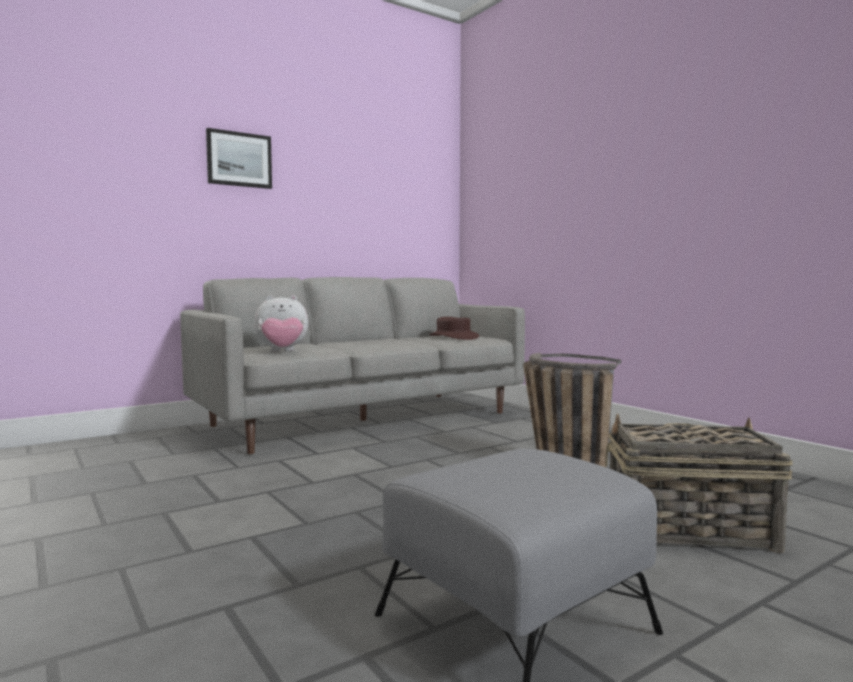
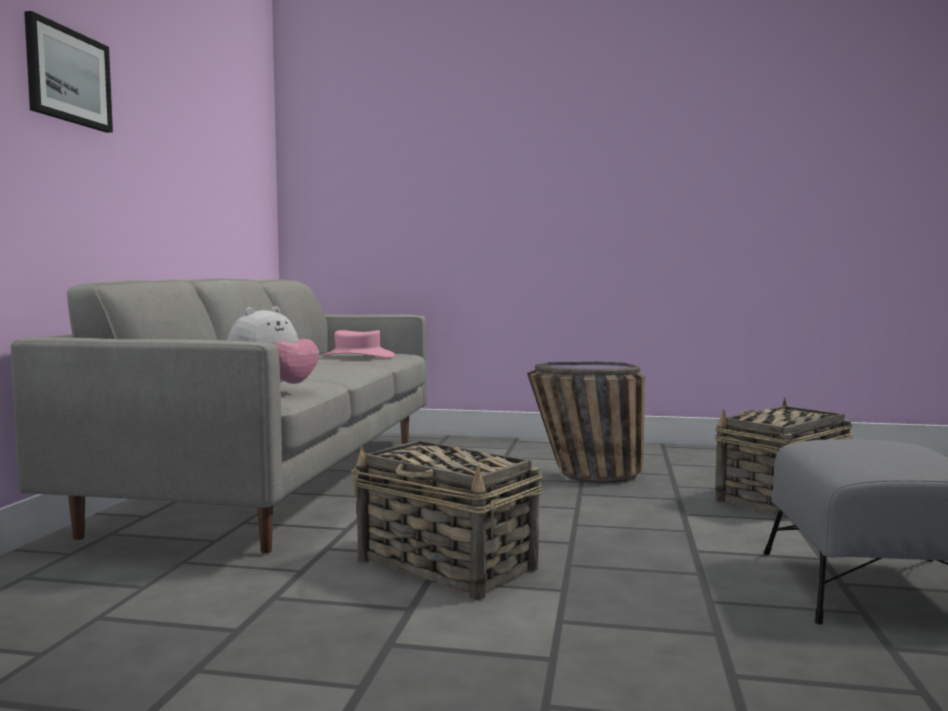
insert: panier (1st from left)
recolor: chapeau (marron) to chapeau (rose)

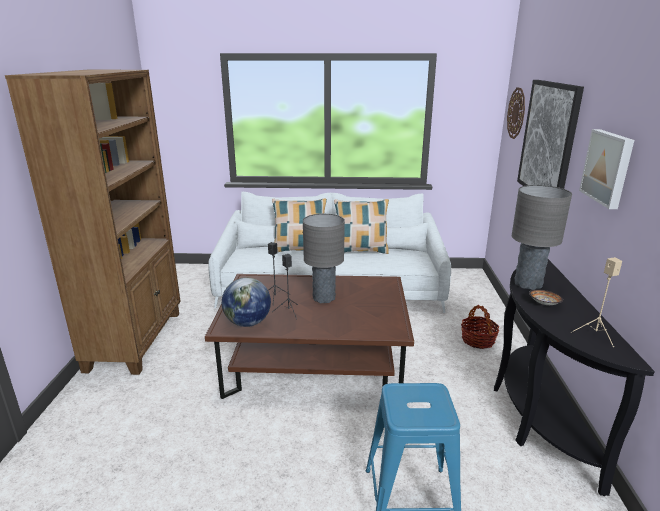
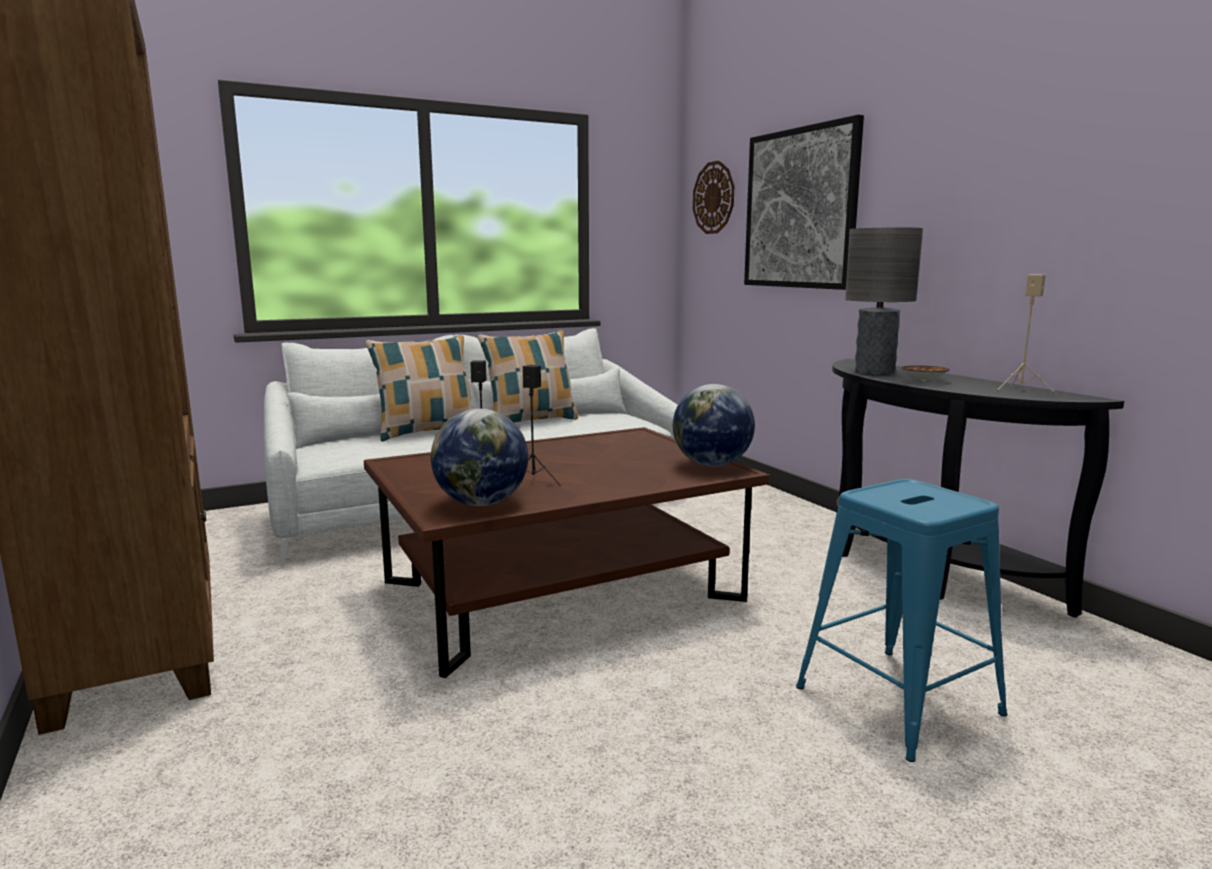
delete: tableau (2nd from left); lampe de table (gris) (1st from left); panier
insert: globe (2nd from left)

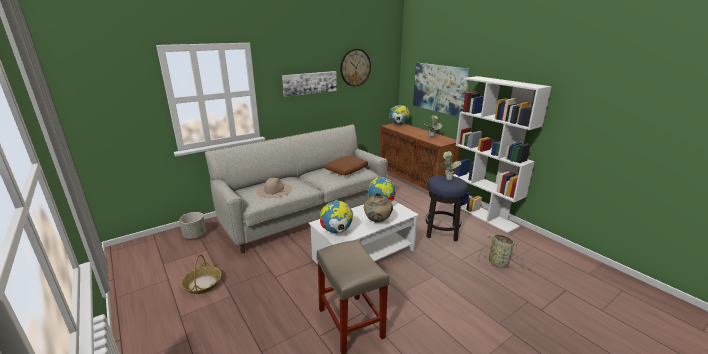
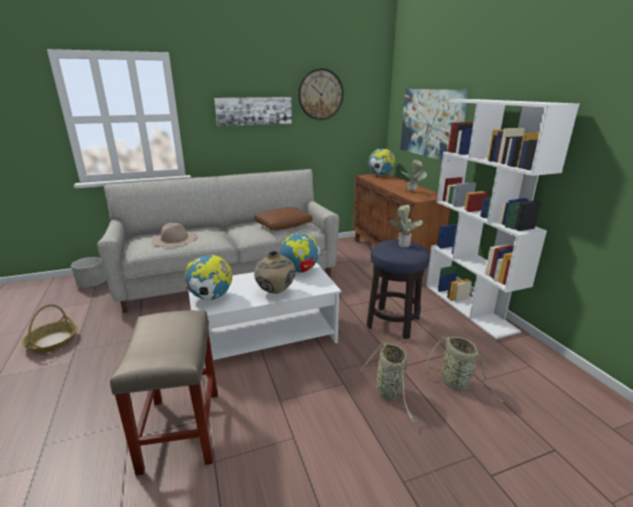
insert: panier (2nd from left)

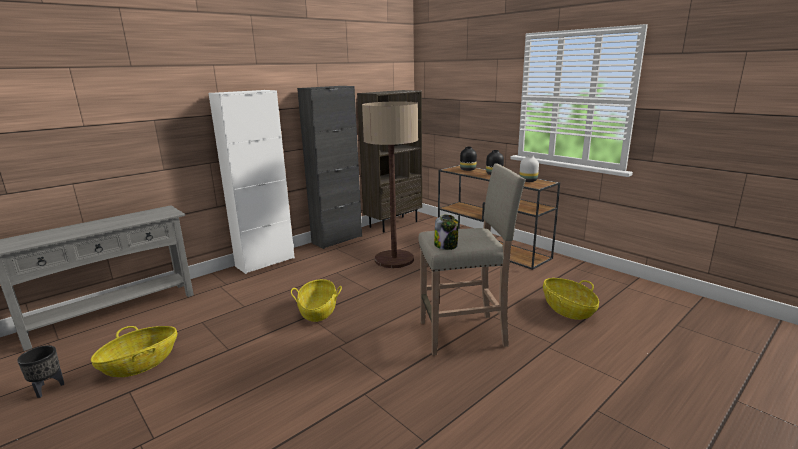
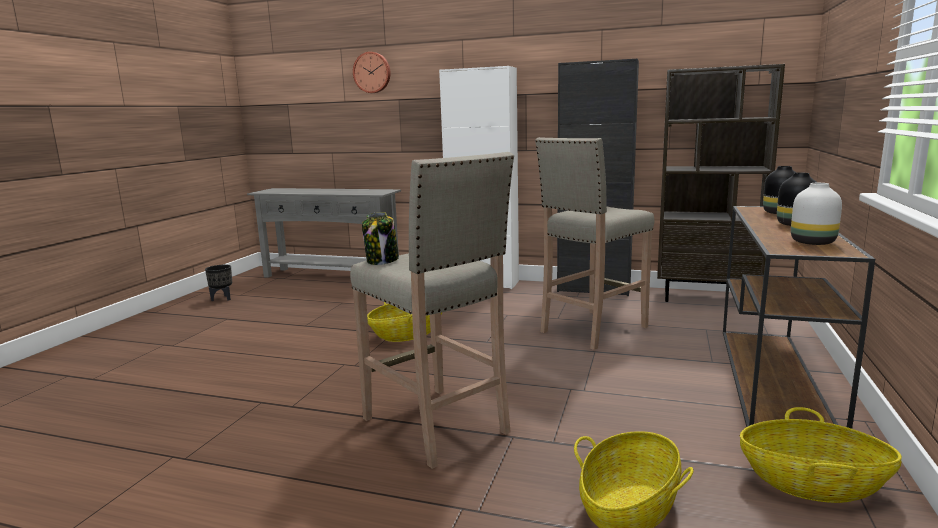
insert: horloge murale
move: panier (1st from left in the first image) to panier (3rd from left)
replace: lampadaire to tabouret (beige) (2nd from left)

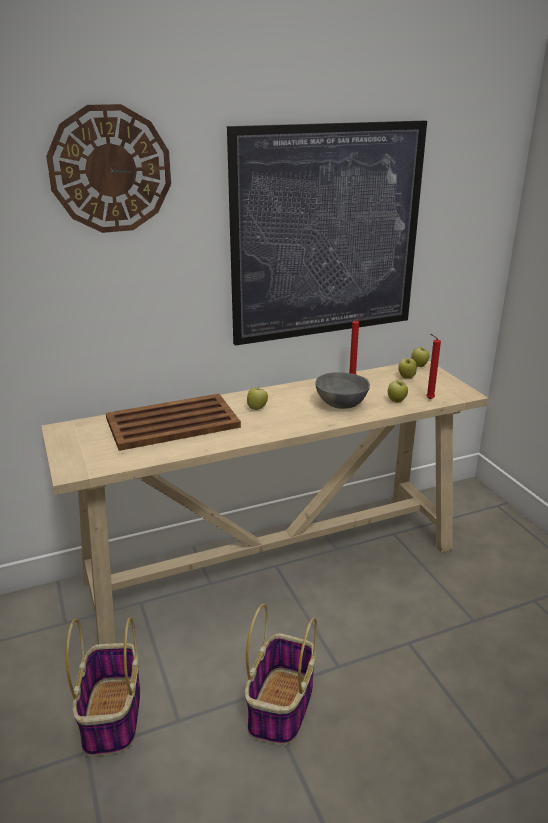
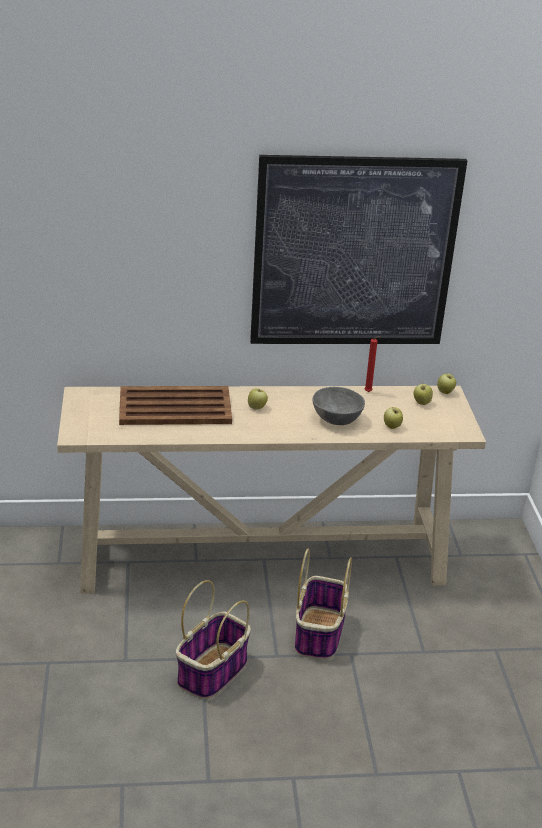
delete: horloge murale; bougie (rouge) (2nd from left)
move: panier (1st from left in the first image) to panier (2nd from left)

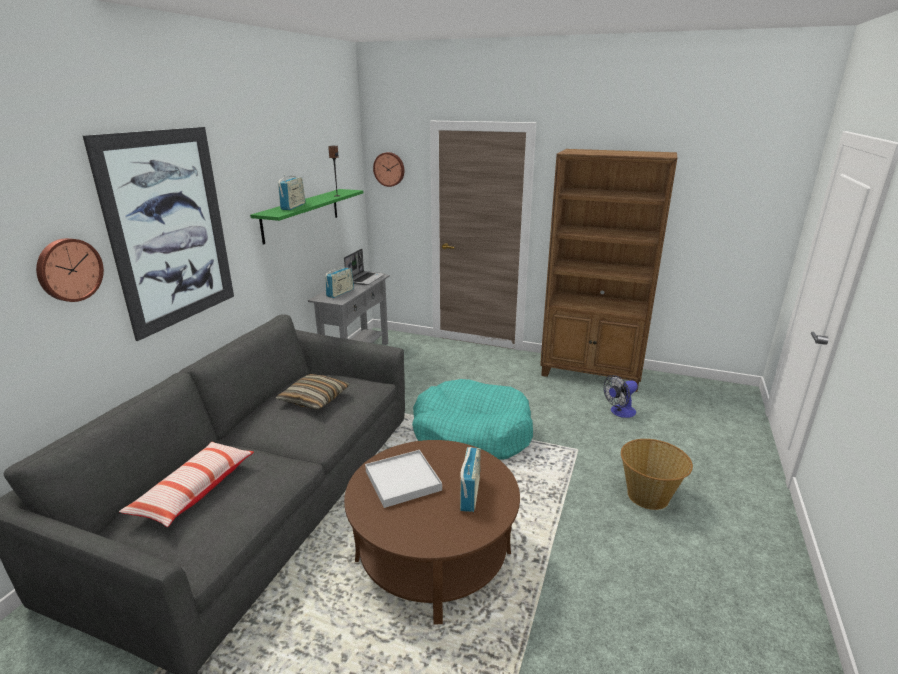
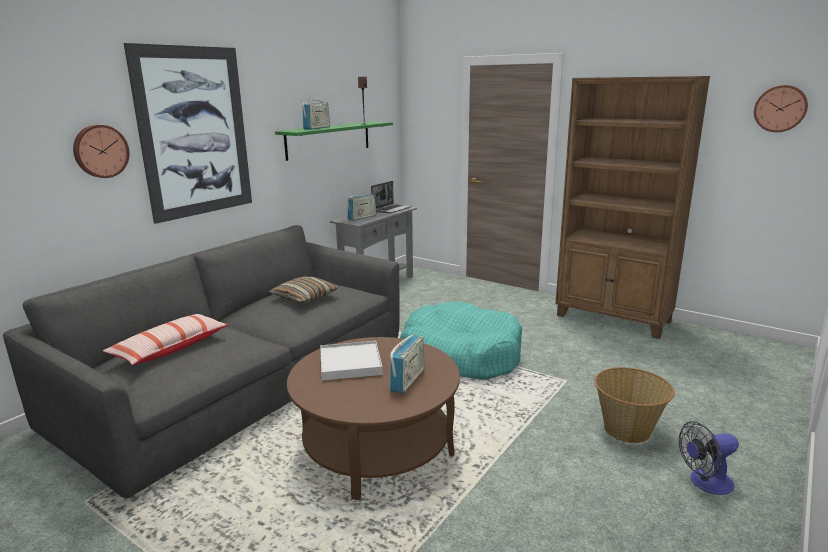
move: horloge murale (2nd from left); ventilateur

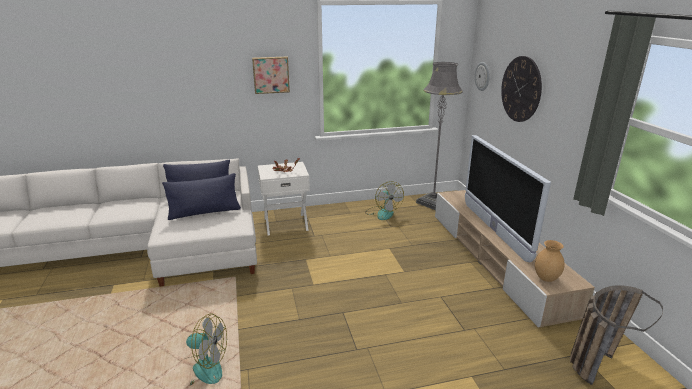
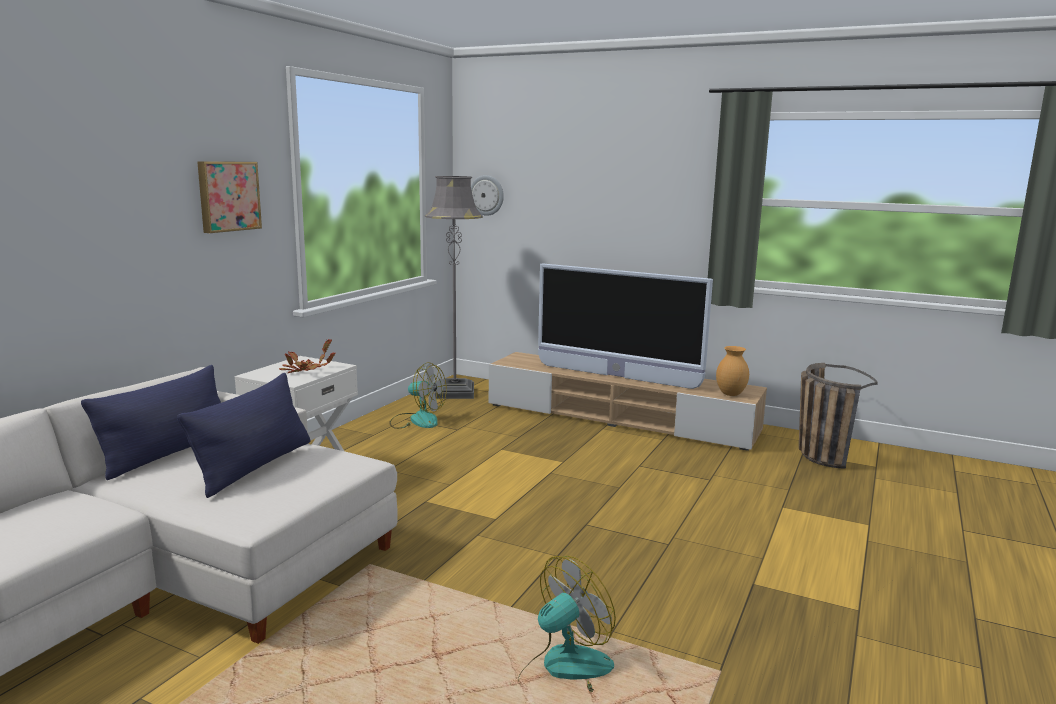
delete: horloge murale (2nd from left)

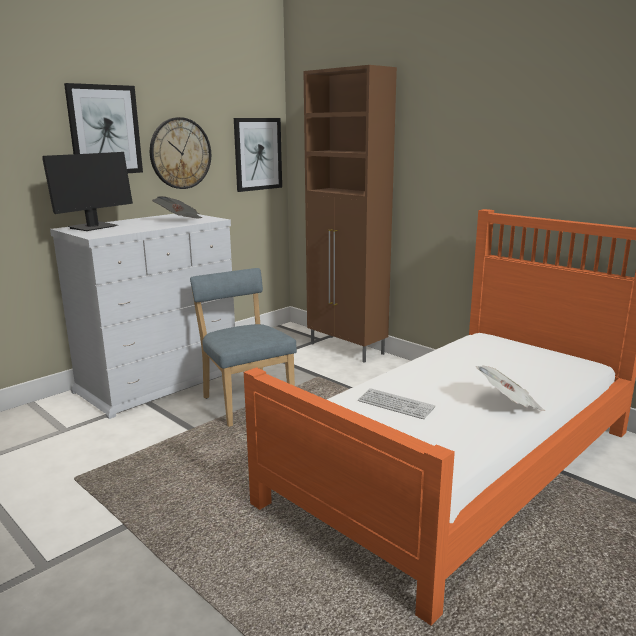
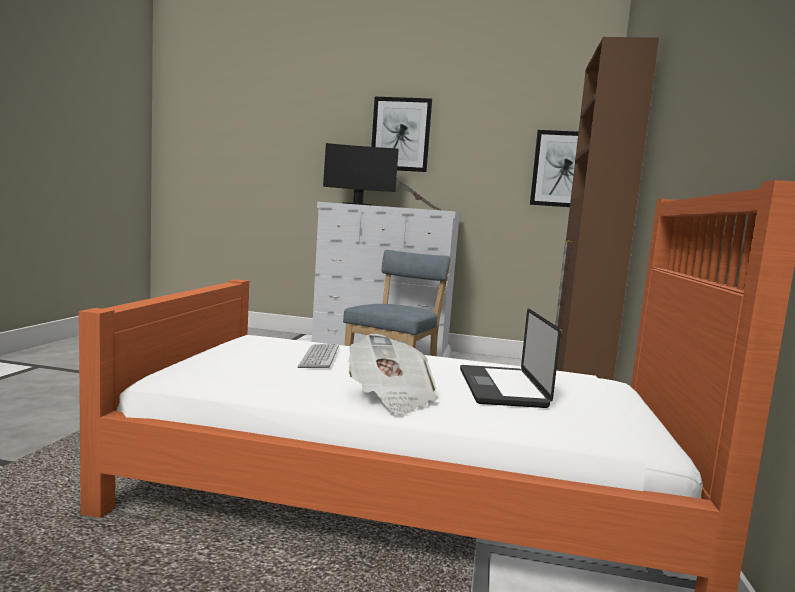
delete: horloge murale
insert: ordinateur portable

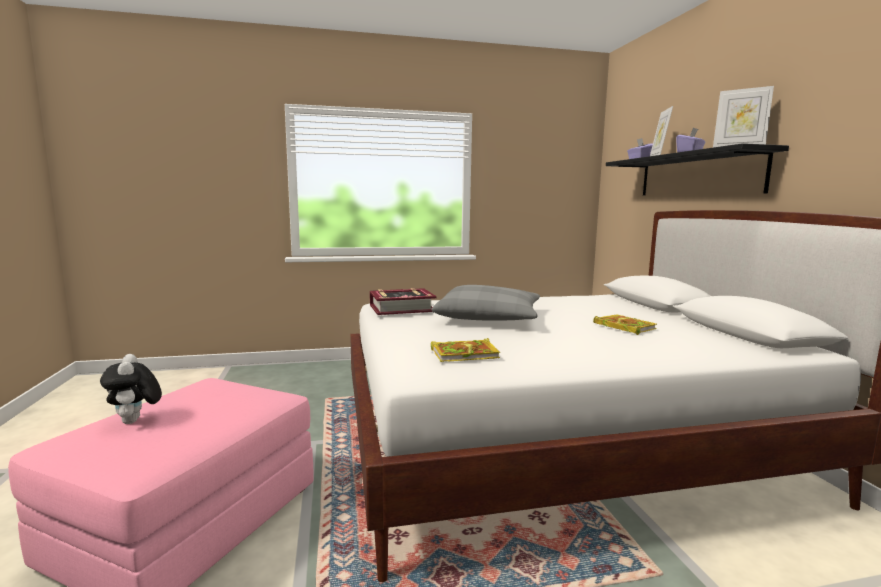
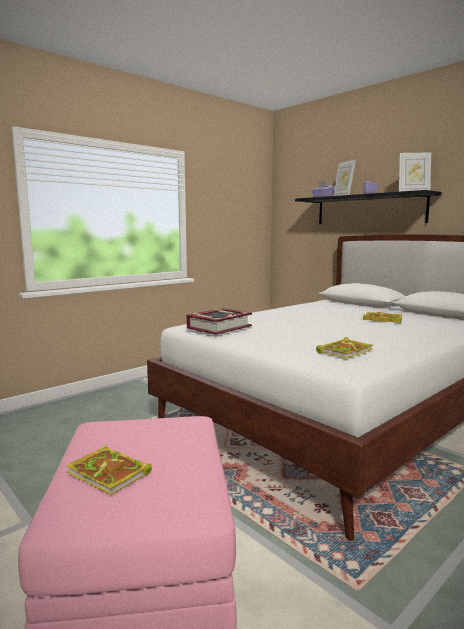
delete: coussin (gris)
replace: peluche to livre (1st from left)

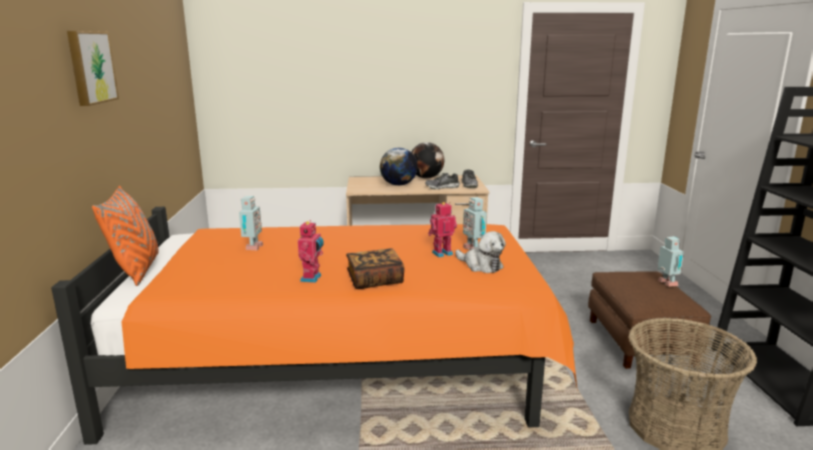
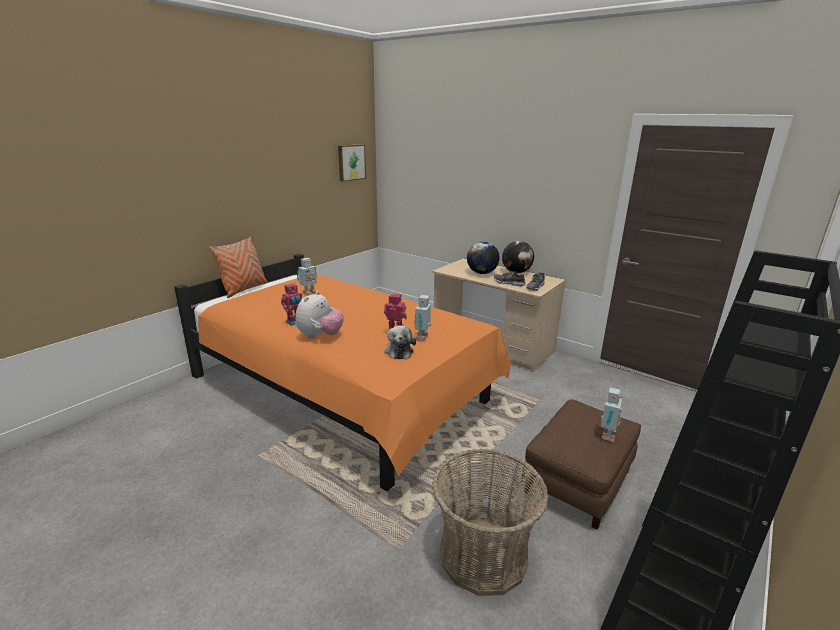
move: tableau
replace: livre to peluche (1st from left)

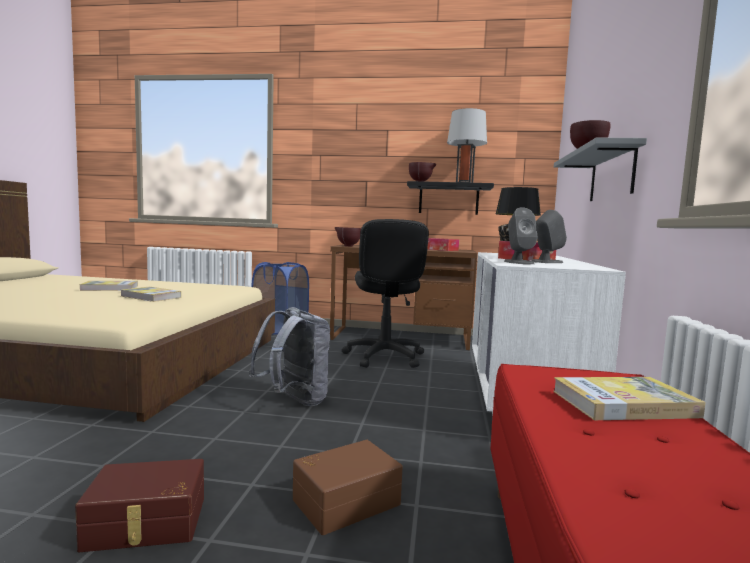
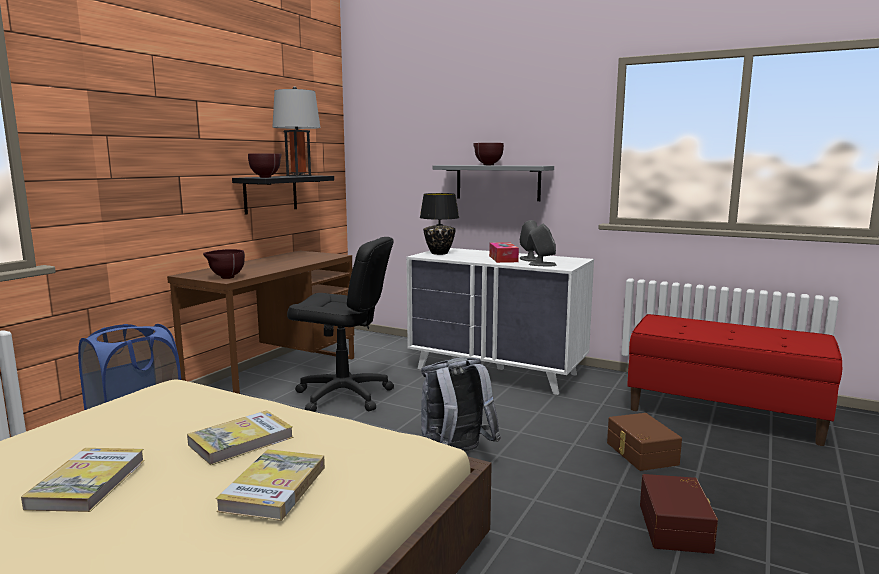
delete: boîte à mouchoirs (1st from left)
move: livre (3rd from left)

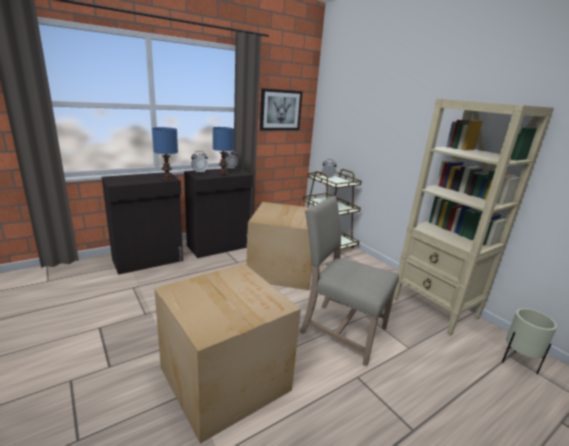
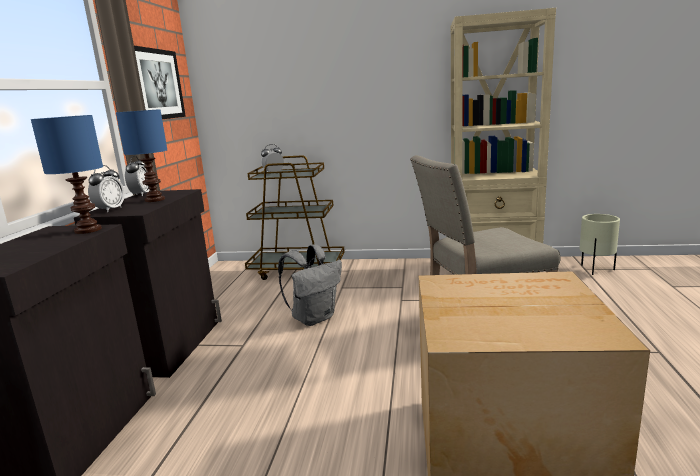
replace: carton (2nd from left) to sac à dos (gris)

